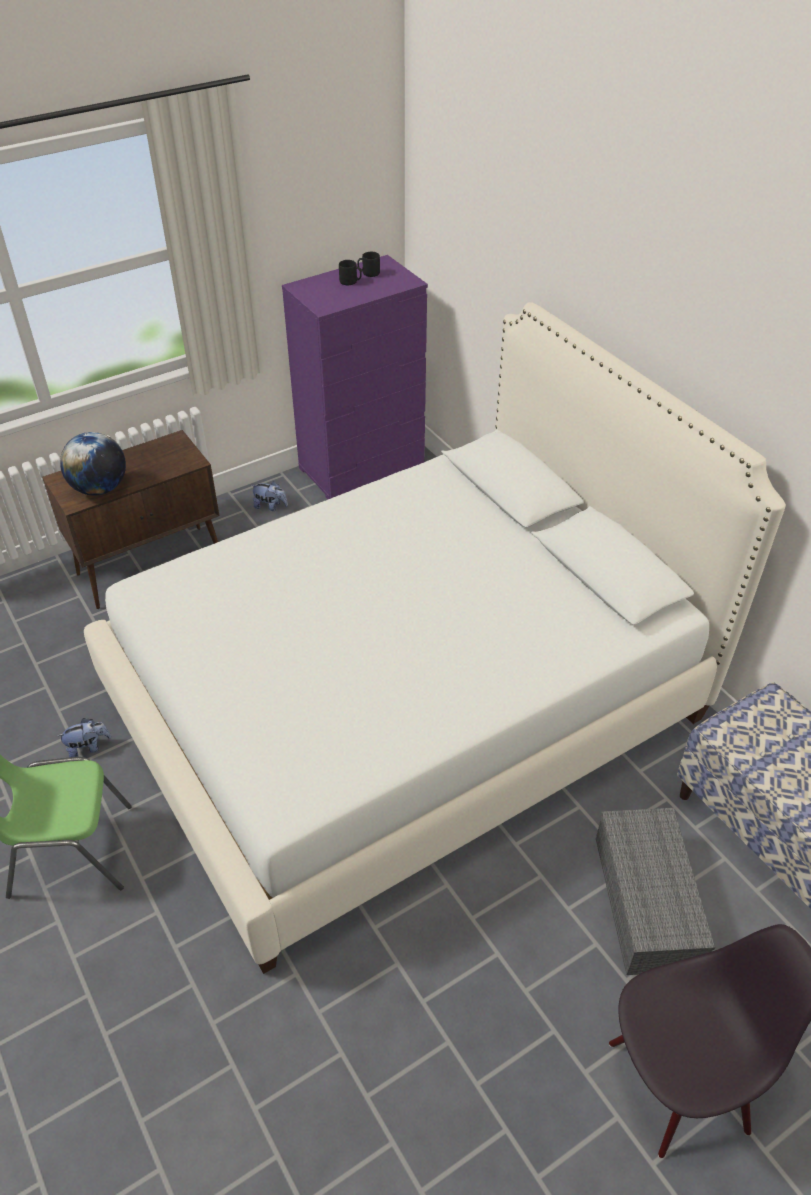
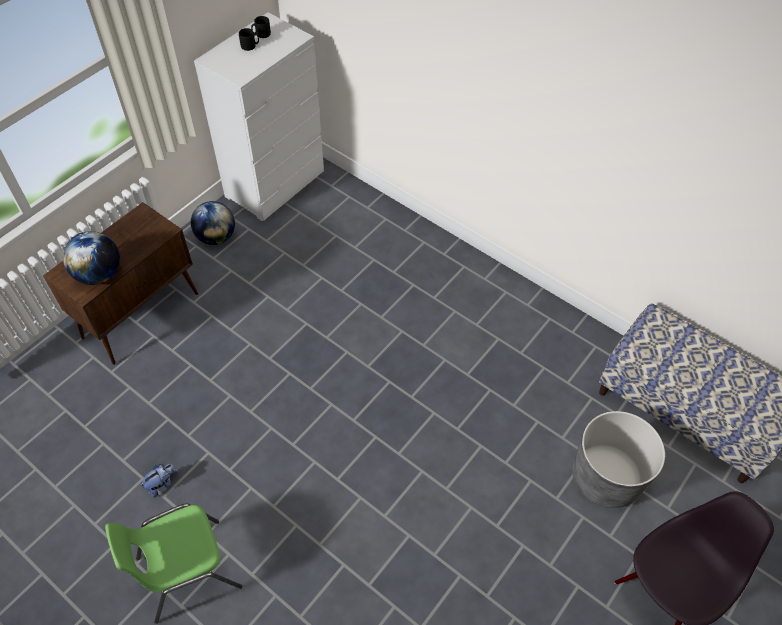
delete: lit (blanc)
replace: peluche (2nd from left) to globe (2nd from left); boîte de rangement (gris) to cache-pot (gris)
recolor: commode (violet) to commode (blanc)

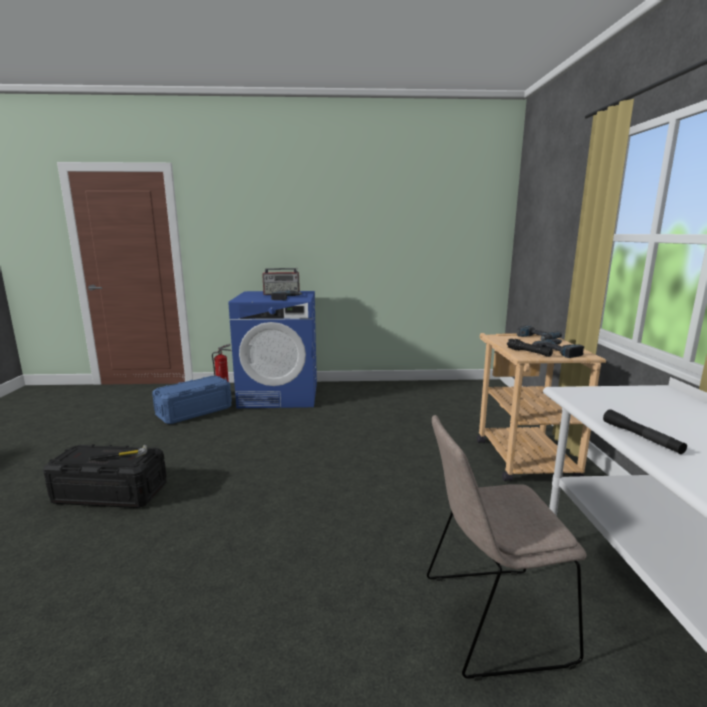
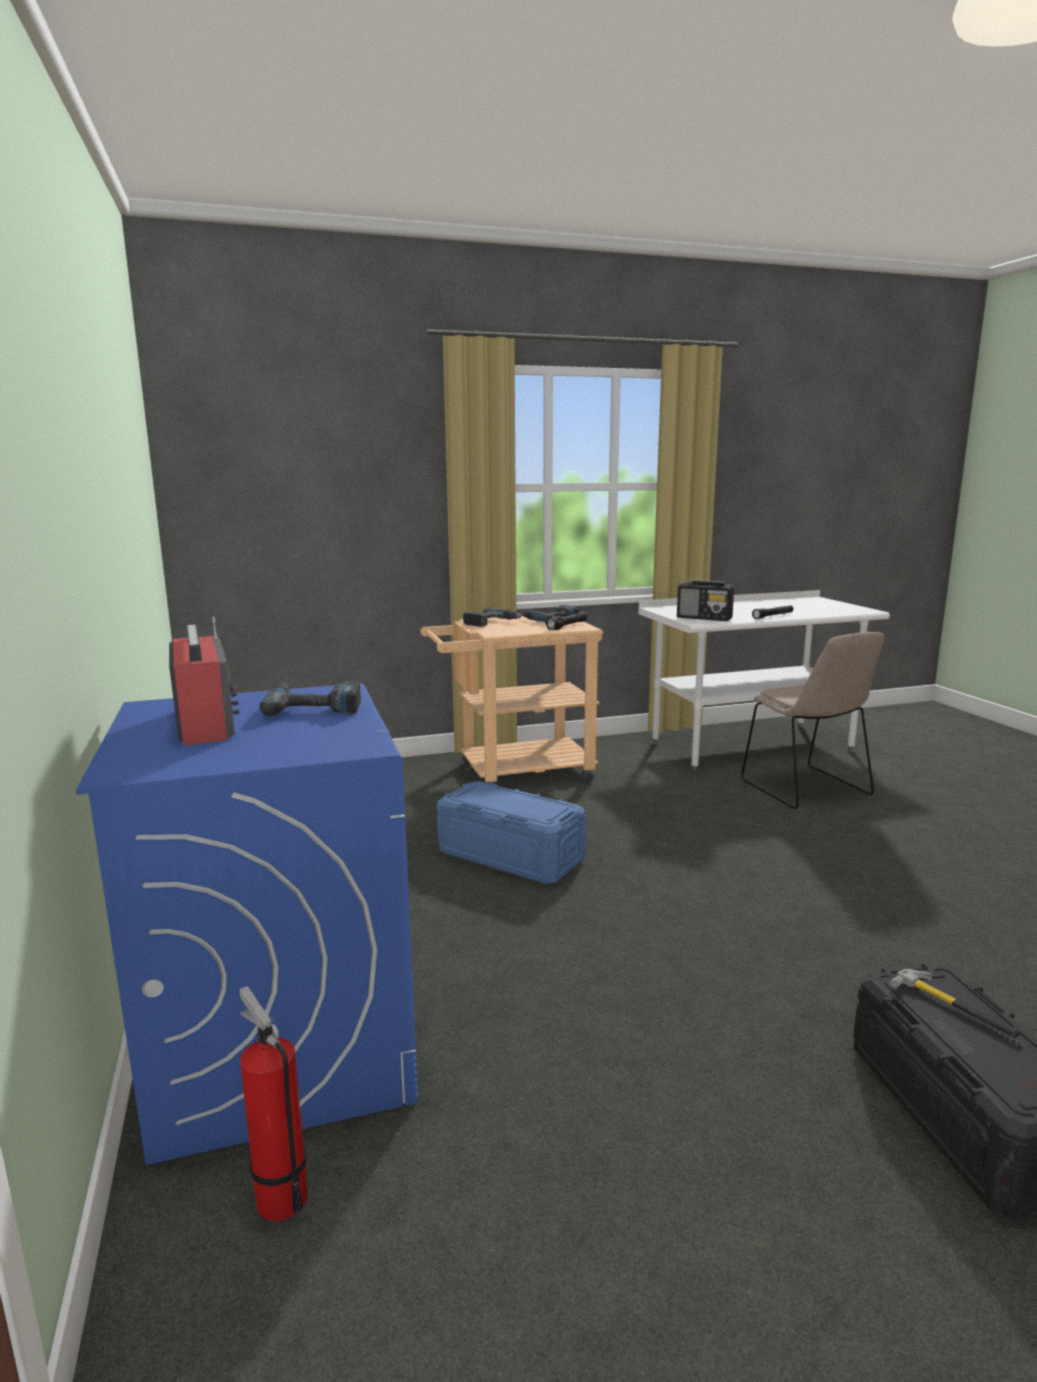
insert: radio (2nd from left)
move: boîte de rangement (bleu)

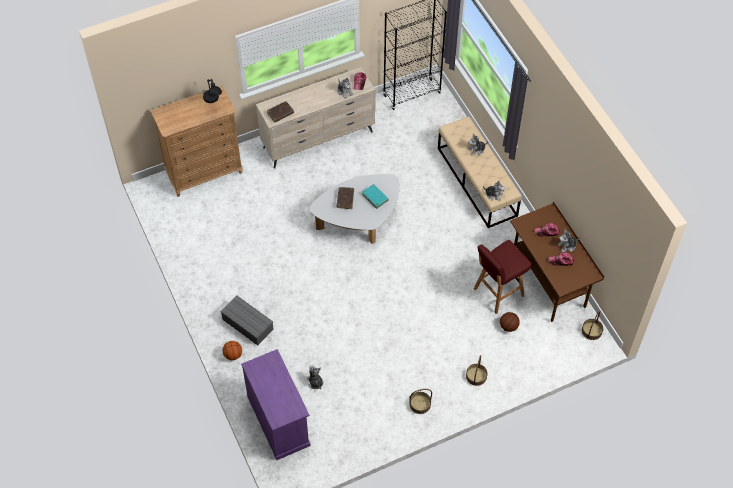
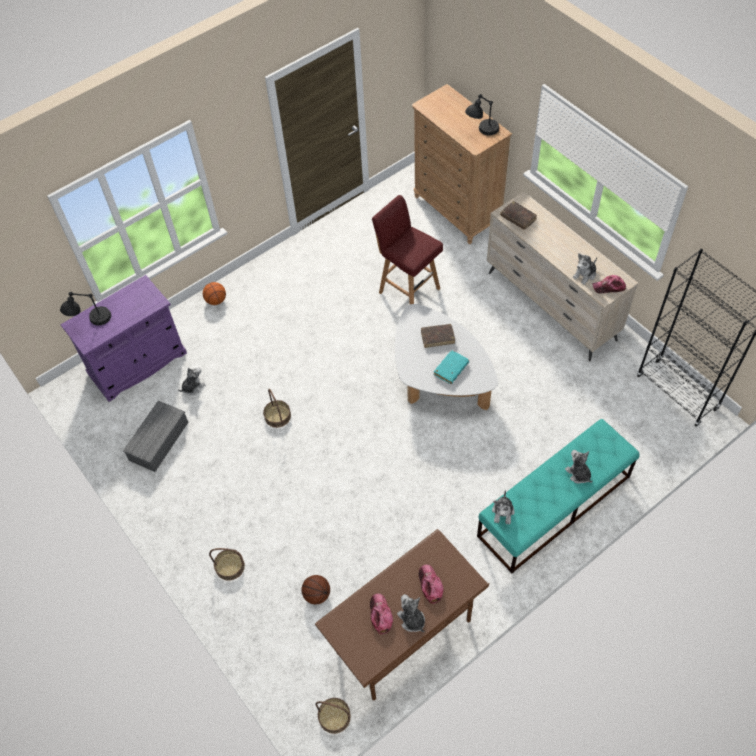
insert: lampe de table (noir) (1st from left)
move: tabouret (rouge); boîte de rangement (gris); panier (1st from left in the first image) to panier (2nd from left)
recolor: banc (beige) to banc (turquoise)

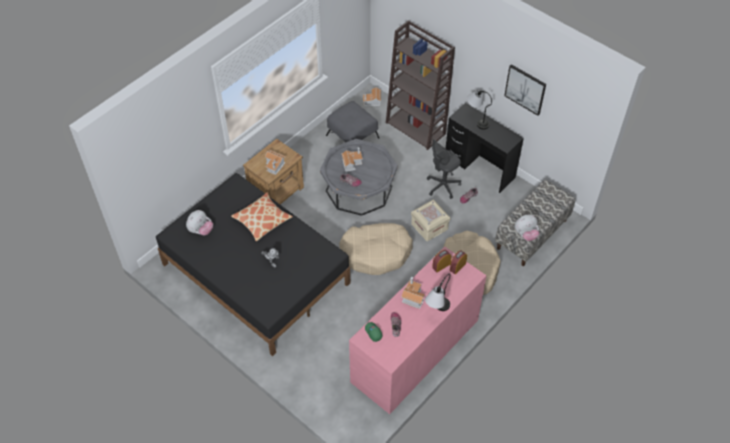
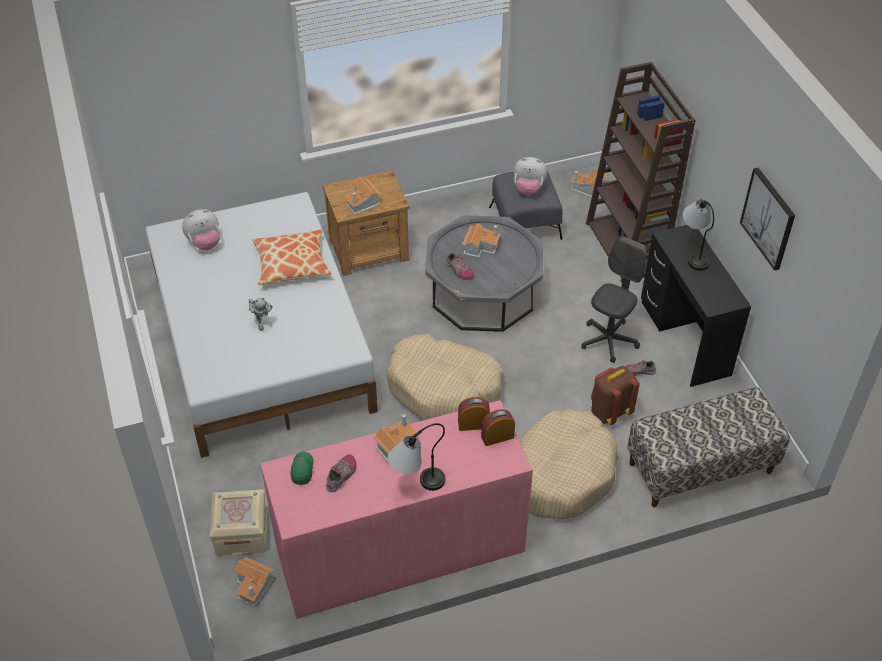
insert: sac à dos (marron); maison miniature (1st from left)
move: boîte de rangement (beige); peluche (2nd from left)
recolor: lit (noir) to lit (blanc)
rotate: chaise de bureau (gris) 135 degrees clockwise

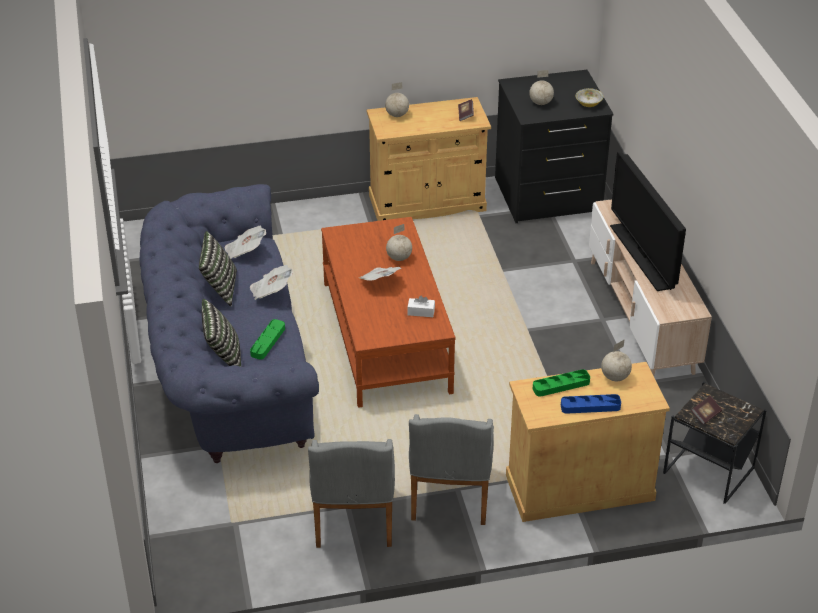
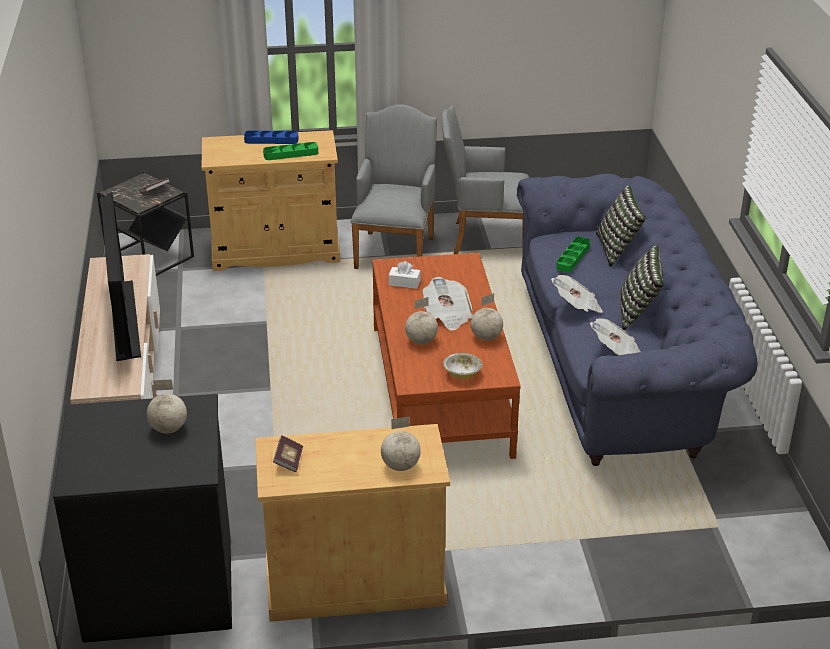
move: bol; globe (4th from left)
rotate: fauteuil (gris) (1st from left in the first image) 90 degrees counterclockwise

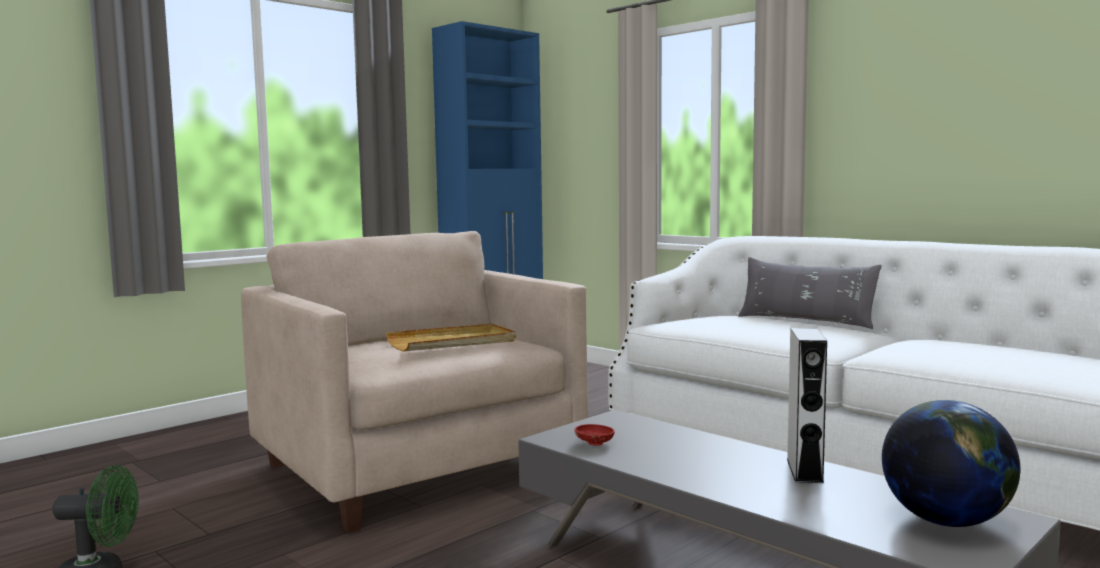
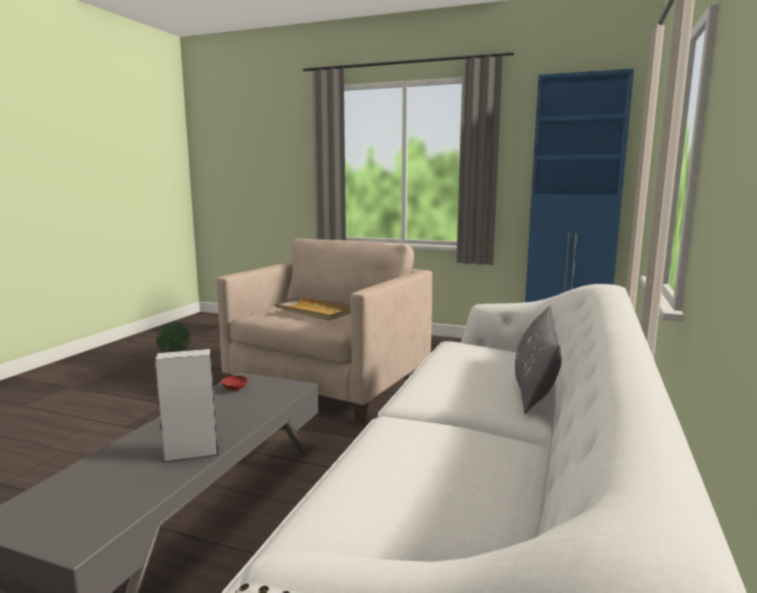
delete: globe

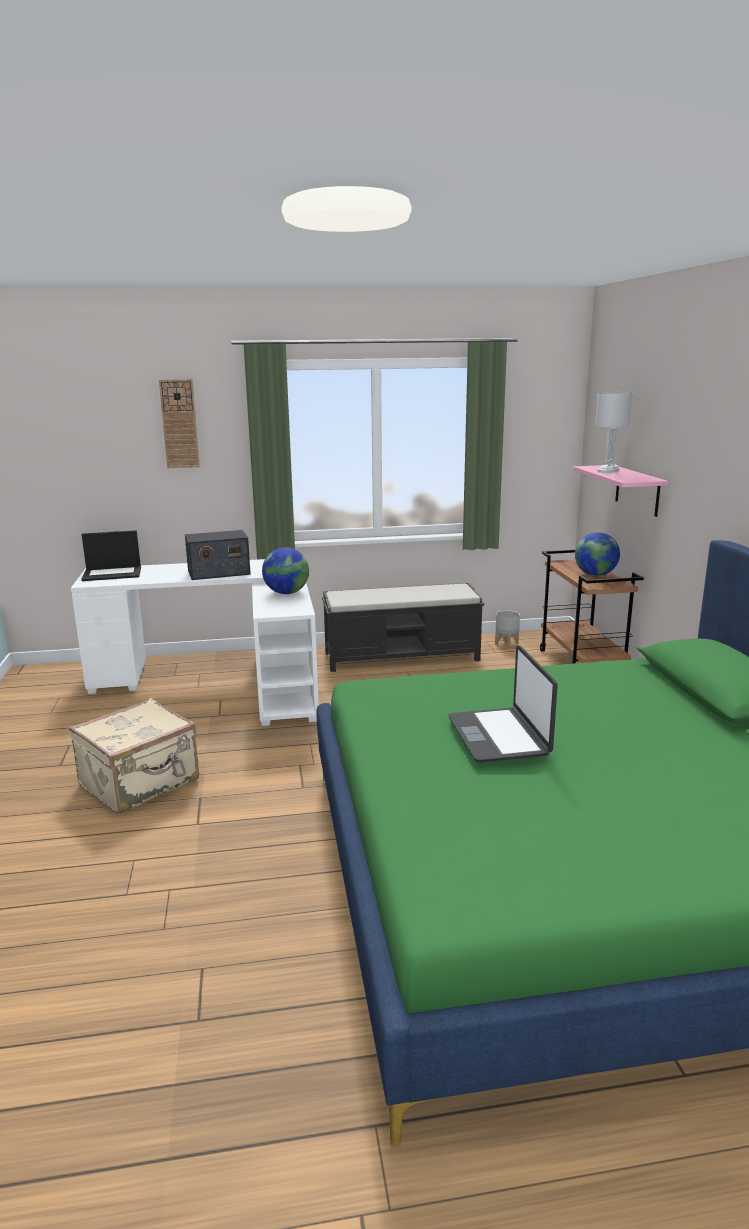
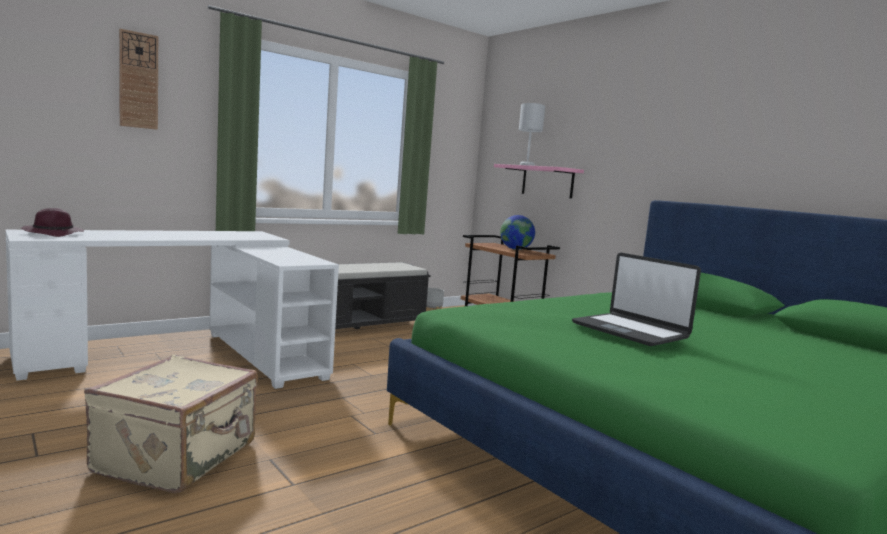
delete: radio; globe (1st from left)
replace: ordinateur portable (1st from left) to chapeau (violet)

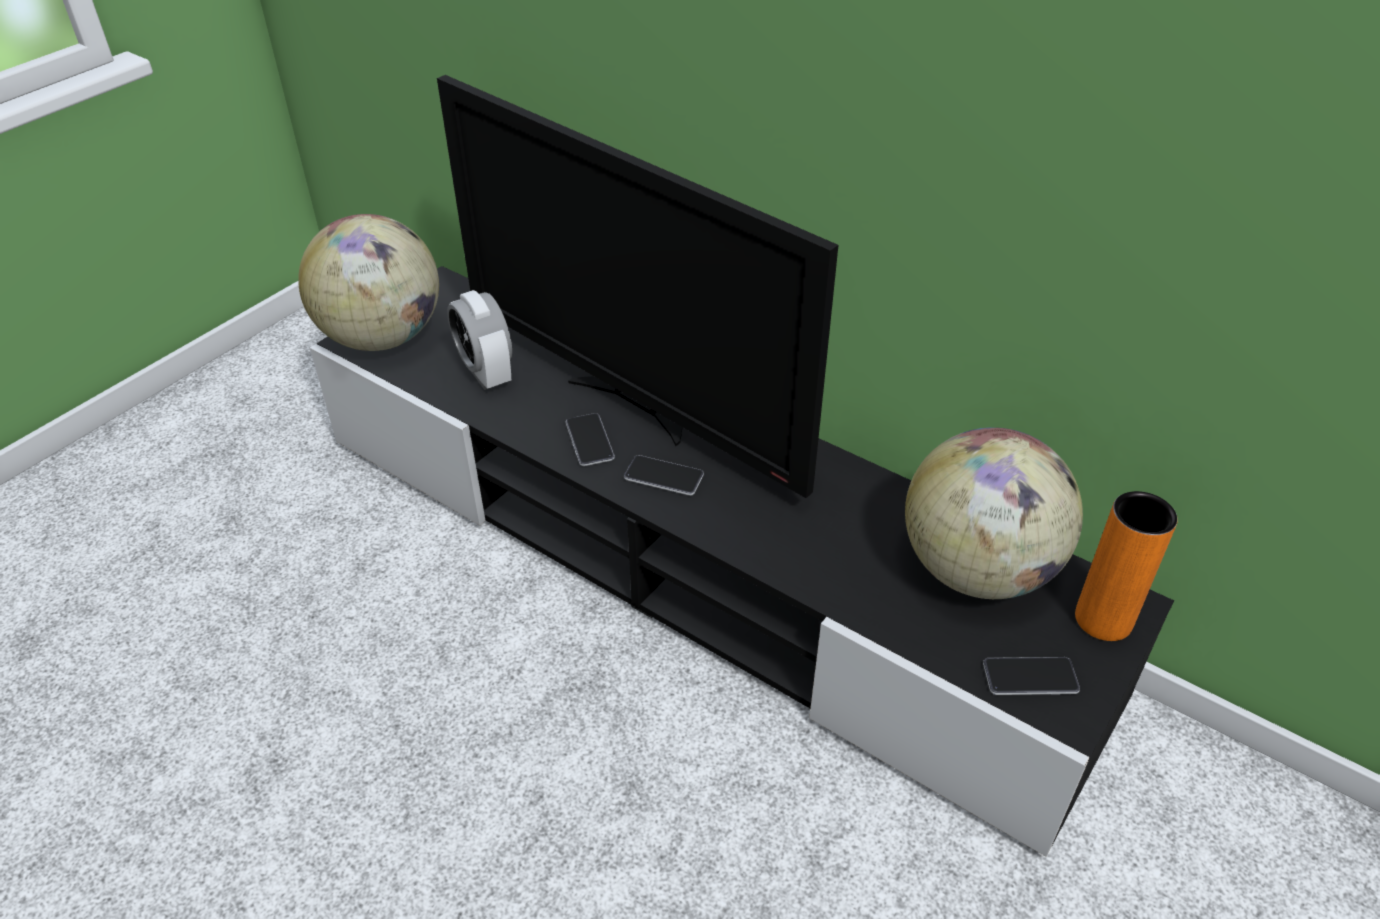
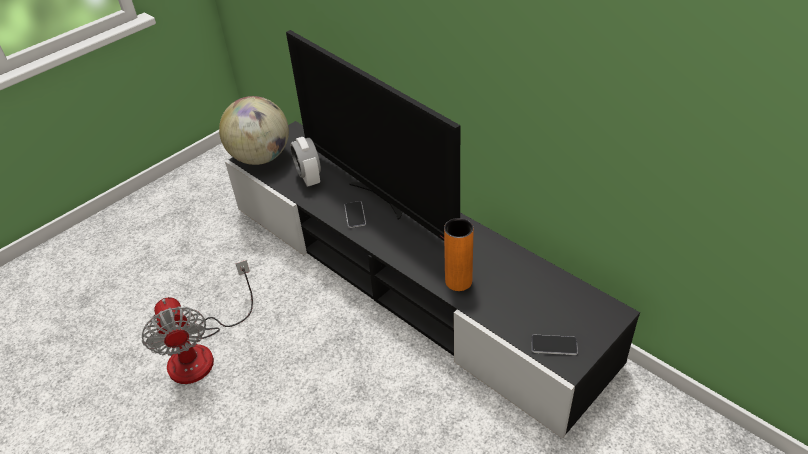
delete: globe (2nd from left); téléphone (2nd from left)
insert: ventilateur
move: vase (orange)

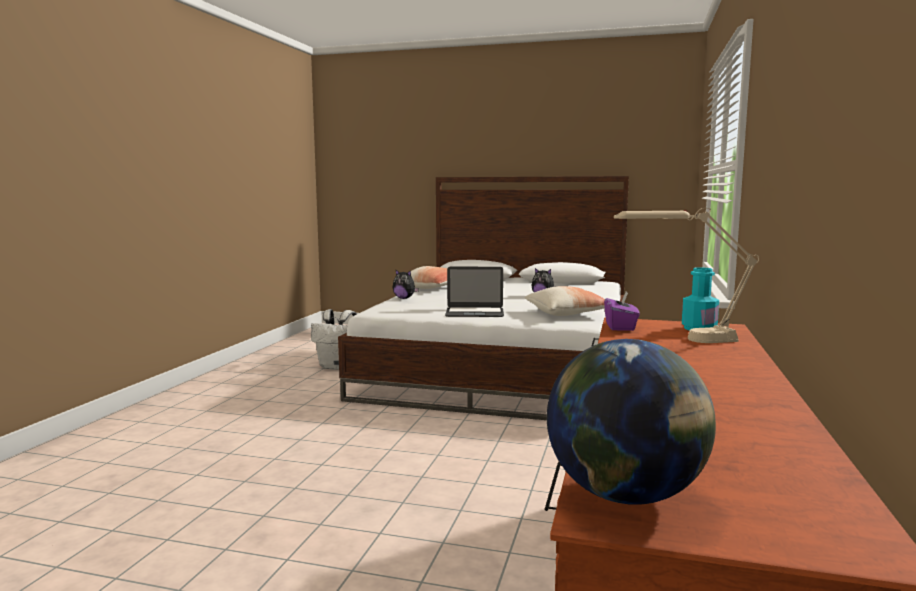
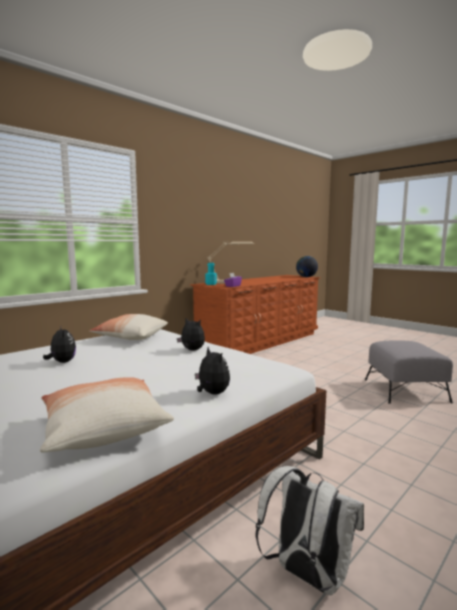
insert: pouf (gris)
replace: ordinateur portable to peluche (2nd from left)

